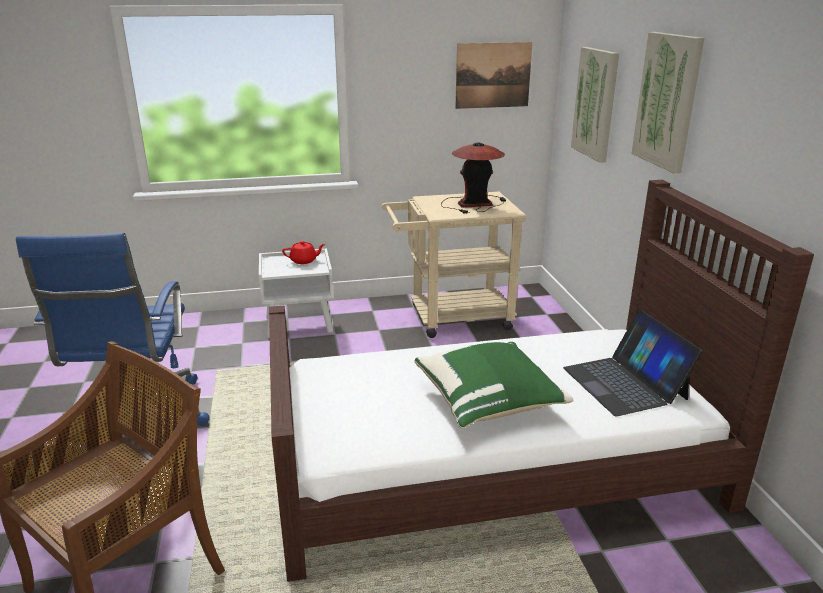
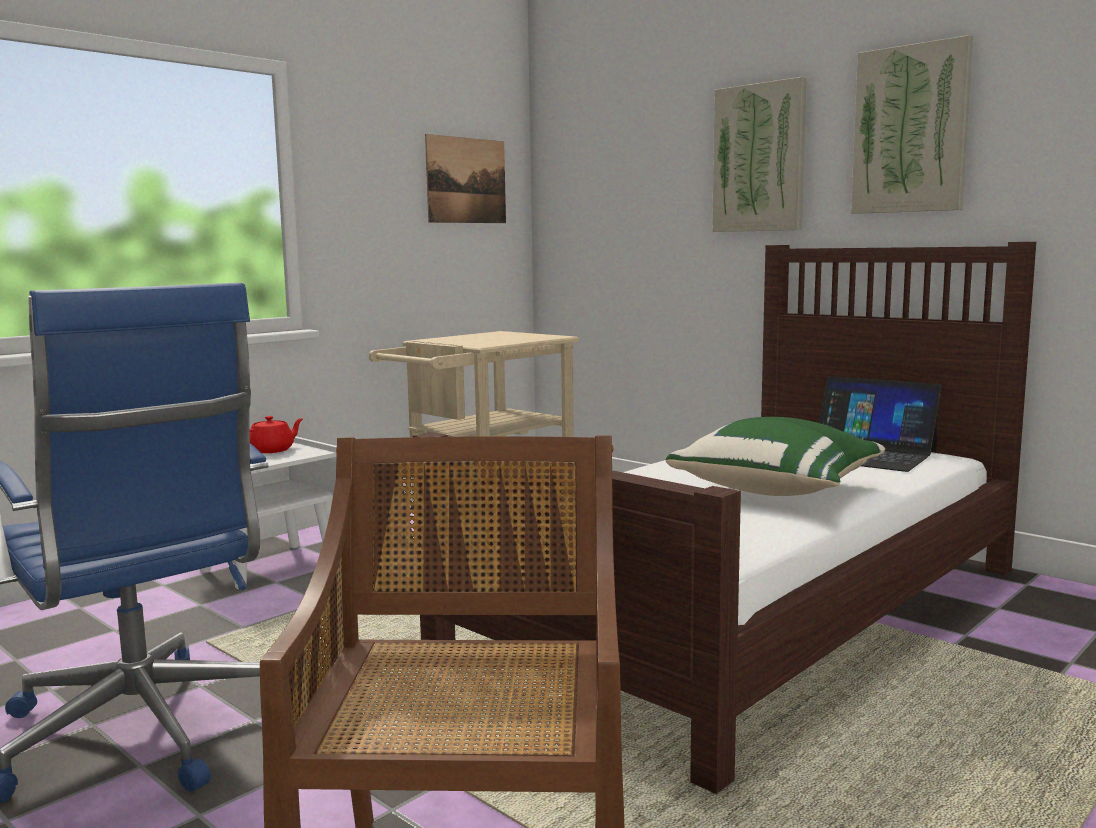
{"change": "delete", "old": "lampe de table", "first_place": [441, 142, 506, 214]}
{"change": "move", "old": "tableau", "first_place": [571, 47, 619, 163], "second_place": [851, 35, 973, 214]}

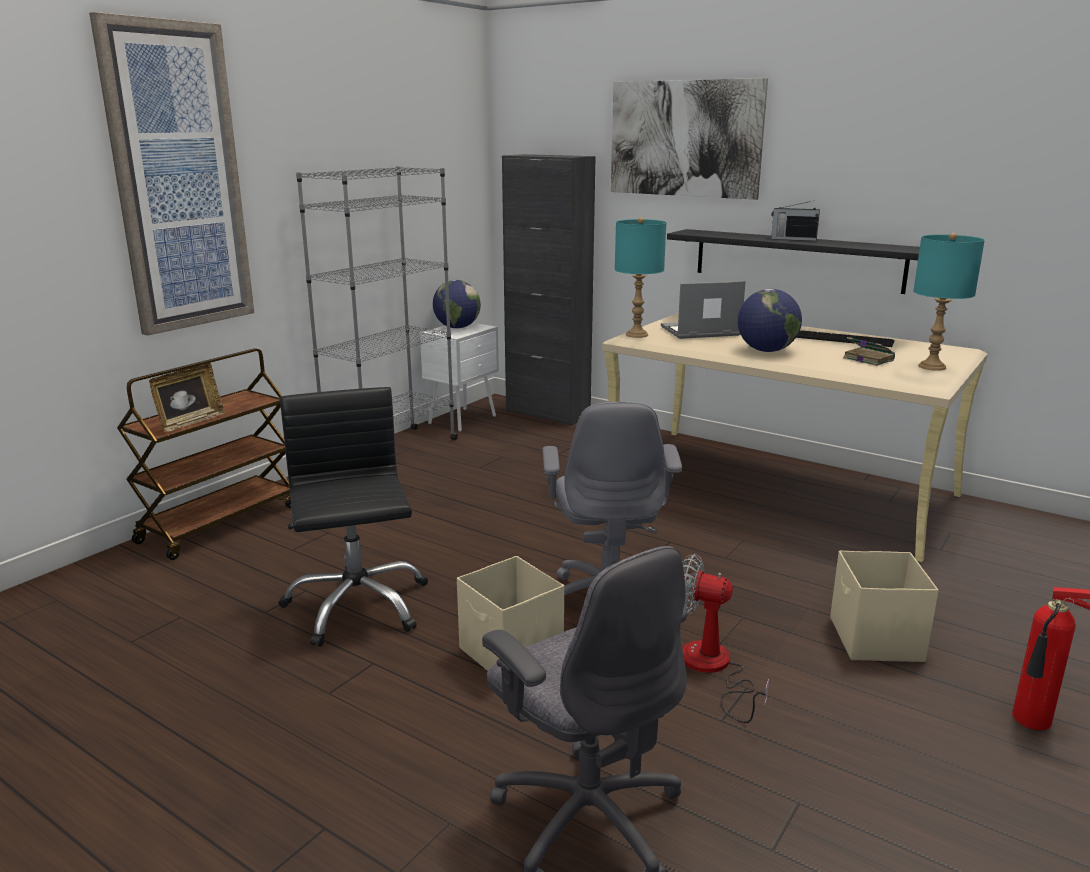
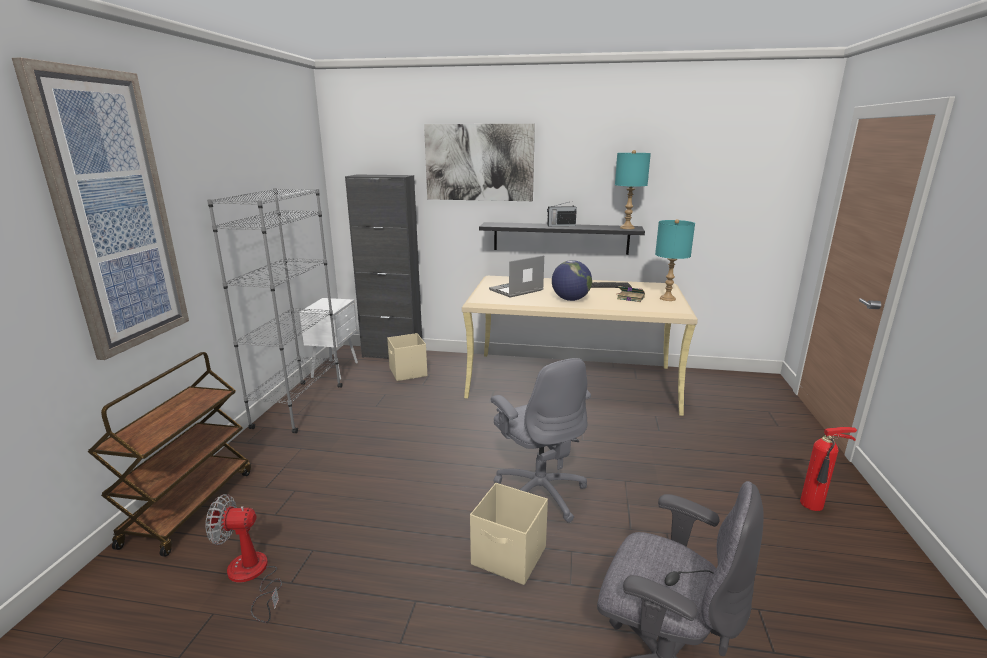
{"change": "delete", "old": "cadre photo", "first_place": [149, 363, 225, 432]}
{"change": "delete", "old": "chaise de bureau/noir", "first_place": [278, 387, 428, 647]}
{"change": "delete", "old": "globe", "first_place": [433, 280, 481, 328]}
{"change": "move", "old": "lampe de table/turquoise", "first_place": [615, 217, 667, 338], "second_place": [615, 150, 651, 229]}
{"change": "move", "old": "ventilateur", "first_place": [682, 554, 769, 723], "second_place": [205, 494, 282, 623]}
{"change": "move", "old": "boîte de rangement/beige", "first_place": [830, 550, 939, 662], "second_place": [387, 333, 427, 381]}

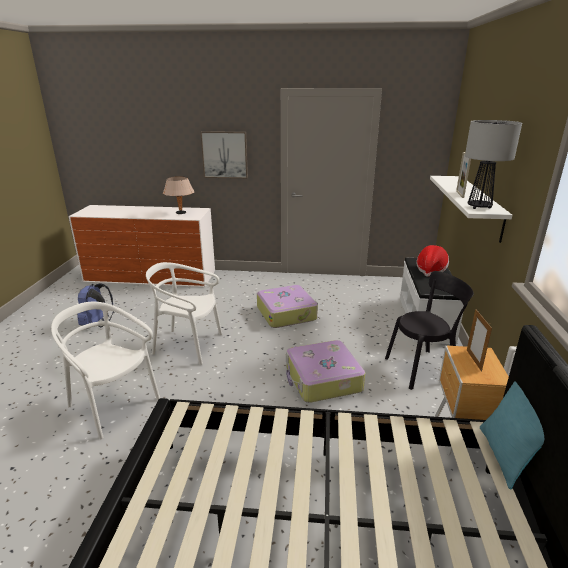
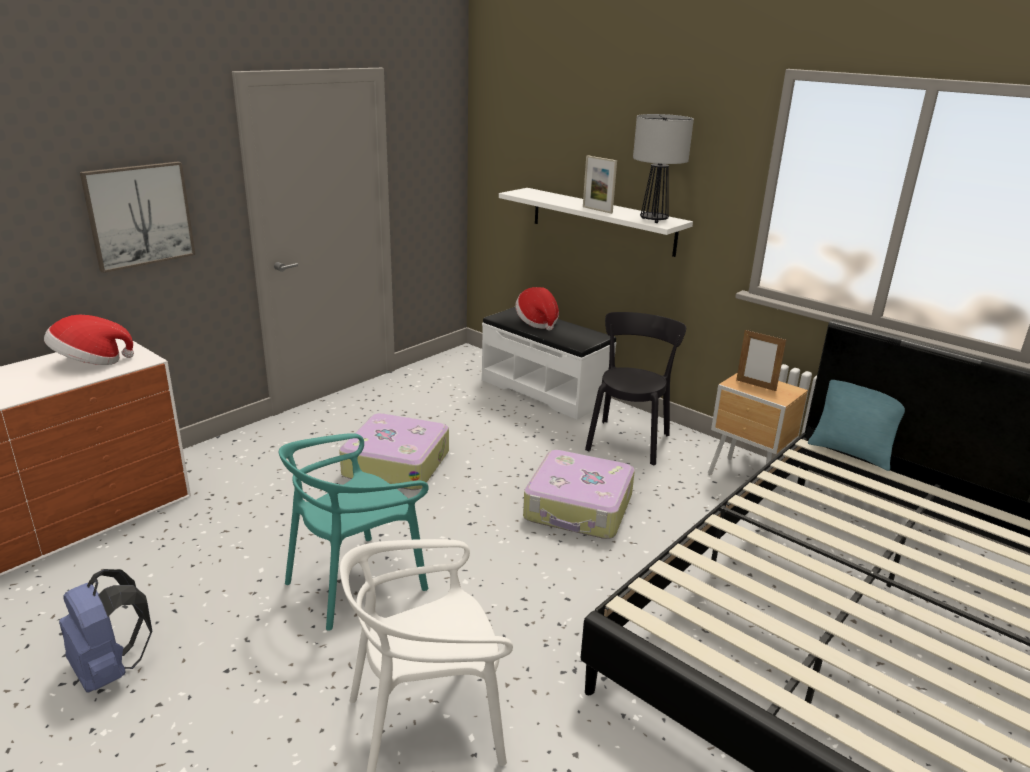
{"change": "replace", "old": "lampe de table/beige", "new": "chapeau", "first_place": [163, 176, 195, 214], "second_place": [44, 315, 134, 365]}
{"change": "recolor", "old": "chaise/blanc", "new": "chaise/turquoise", "first_place": [146, 262, 222, 365], "second_place": [279, 433, 429, 631]}

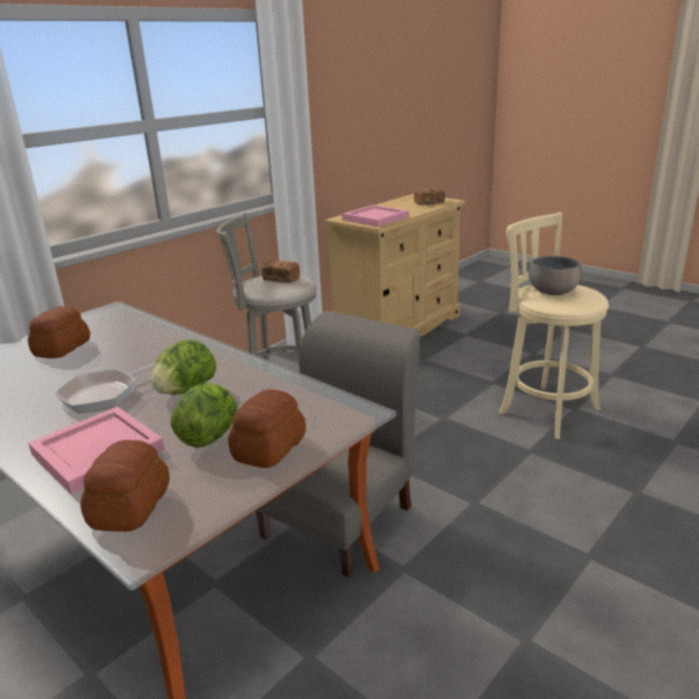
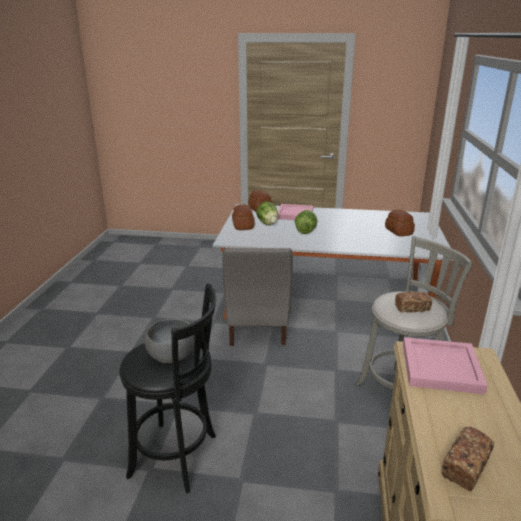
{"change": "delete", "old": "poêle", "first_place": [54, 363, 155, 413]}
{"change": "recolor", "old": "tabouret/beige", "new": "tabouret/noir", "first_place": [499, 212, 609, 439], "second_place": [119, 283, 216, 493]}

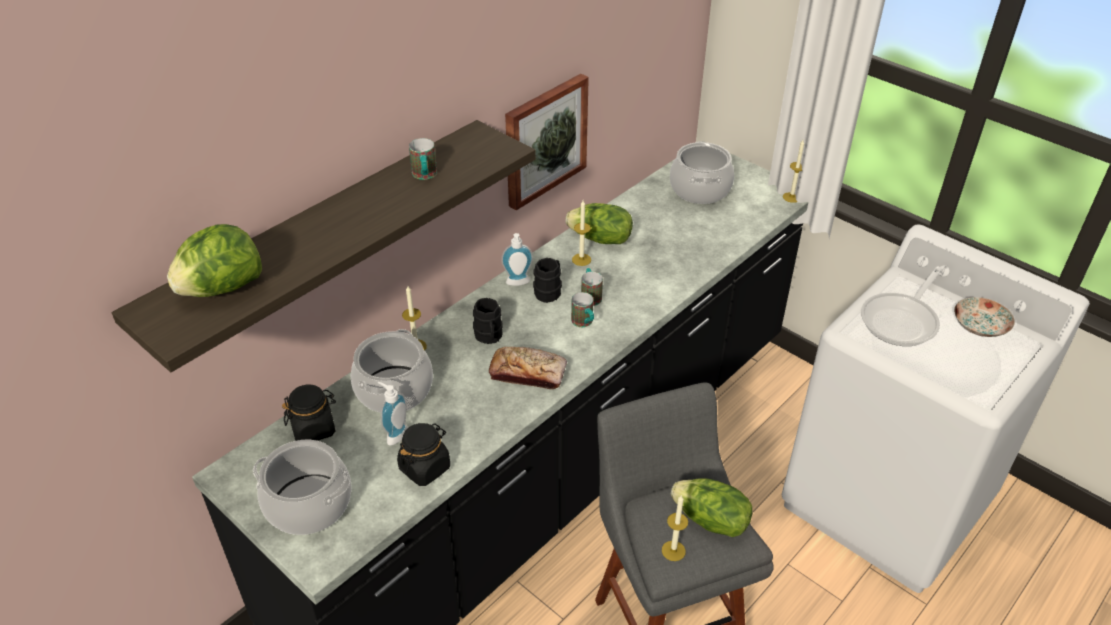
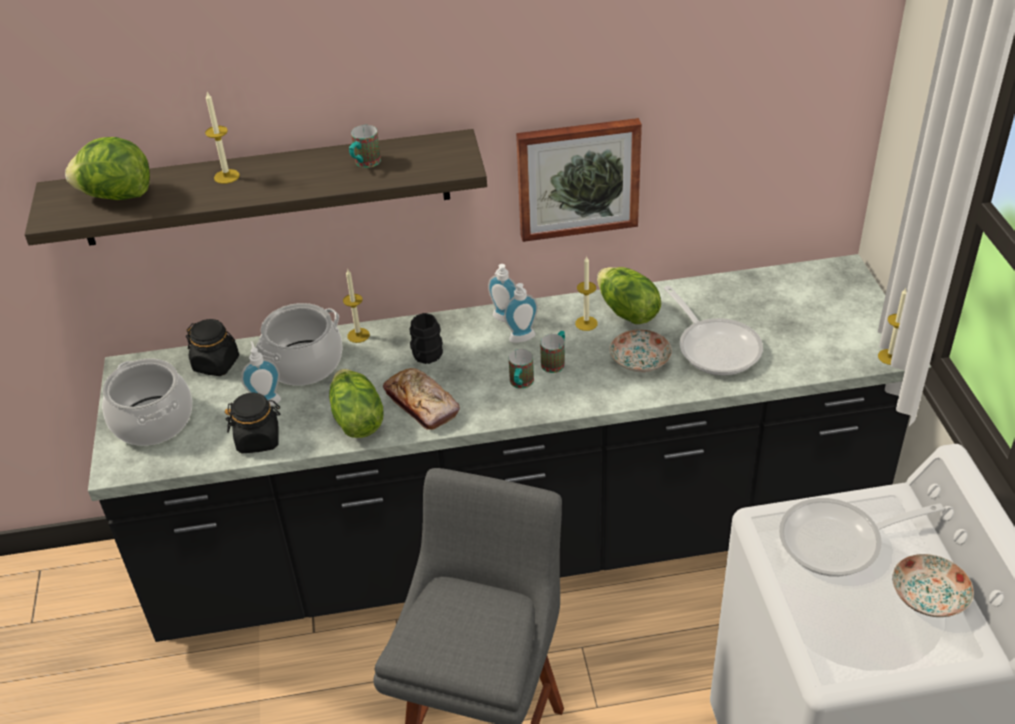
{"change": "delete", "old": "marmite", "first_place": [670, 141, 734, 204]}
{"change": "insert", "new": "assiette", "second_place": [609, 330, 672, 372]}
{"change": "insert", "new": "poêle", "second_place": [664, 286, 763, 376]}
{"change": "move", "old": "bougie", "first_place": [662, 495, 688, 561], "second_place": [205, 92, 240, 184]}
{"change": "move", "old": "laitue", "first_place": [671, 478, 752, 537], "second_place": [329, 369, 383, 438]}
{"change": "replace", "old": "mug/noir", "new": "distributeur de savon", "first_place": [533, 258, 562, 303], "second_place": [504, 283, 538, 343]}

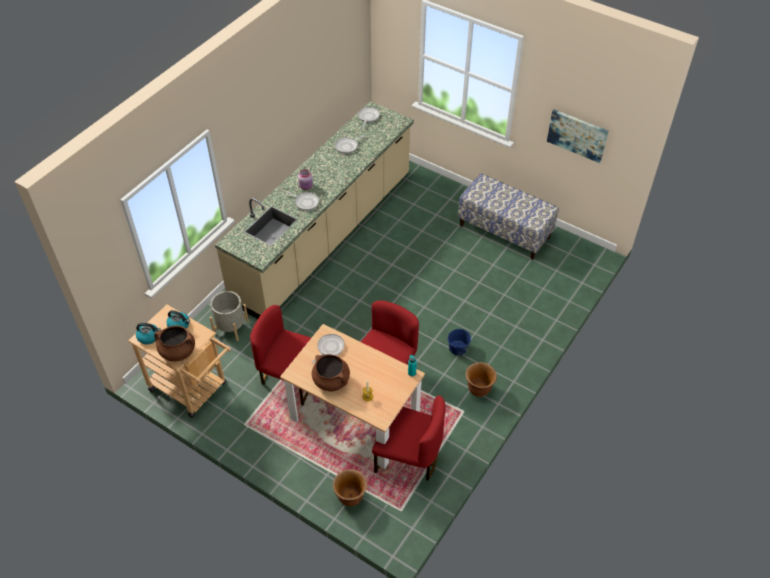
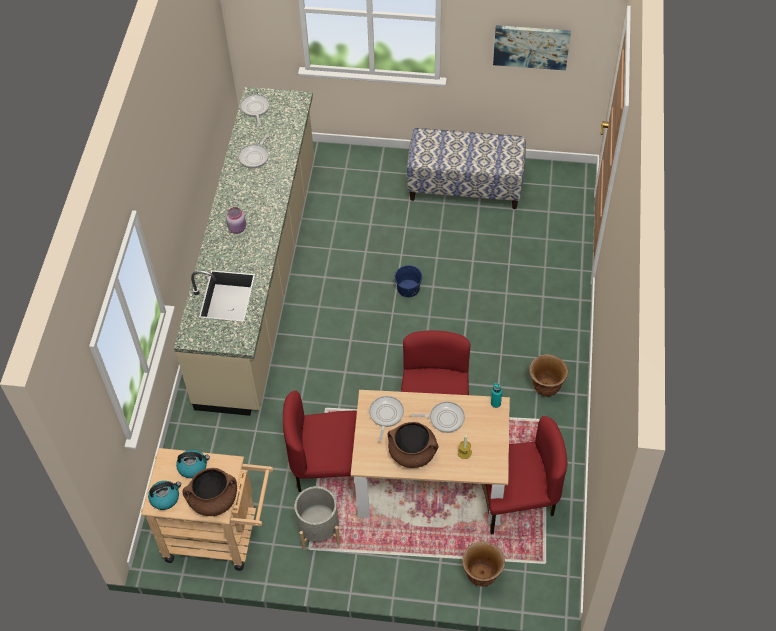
{"change": "move", "old": "cache-pot/gris", "first_place": [210, 291, 249, 341], "second_place": [294, 486, 340, 550]}
{"change": "move", "old": "poêle", "first_place": [285, 191, 319, 211], "second_place": [411, 402, 465, 433]}
{"change": "move", "old": "seau/bleu", "first_place": [448, 329, 471, 355], "second_place": [395, 265, 422, 297]}

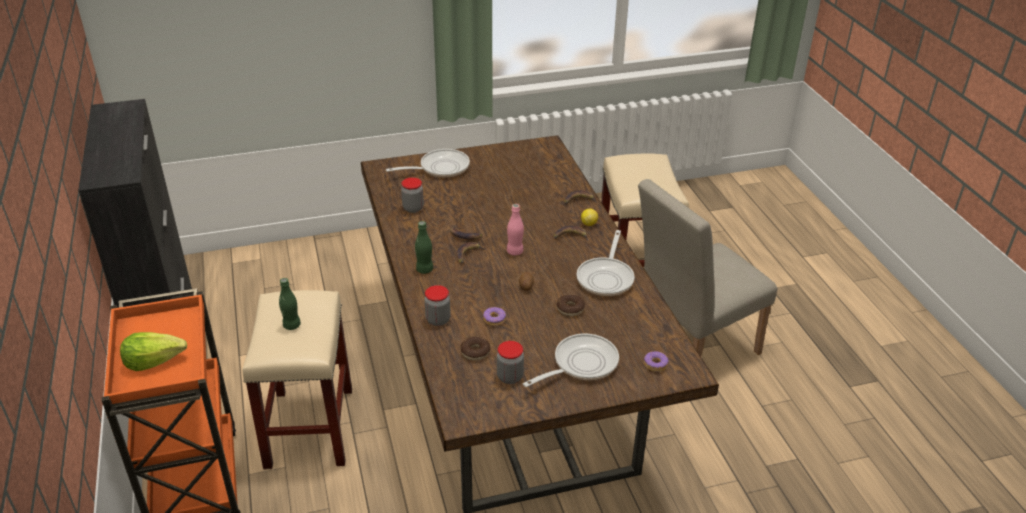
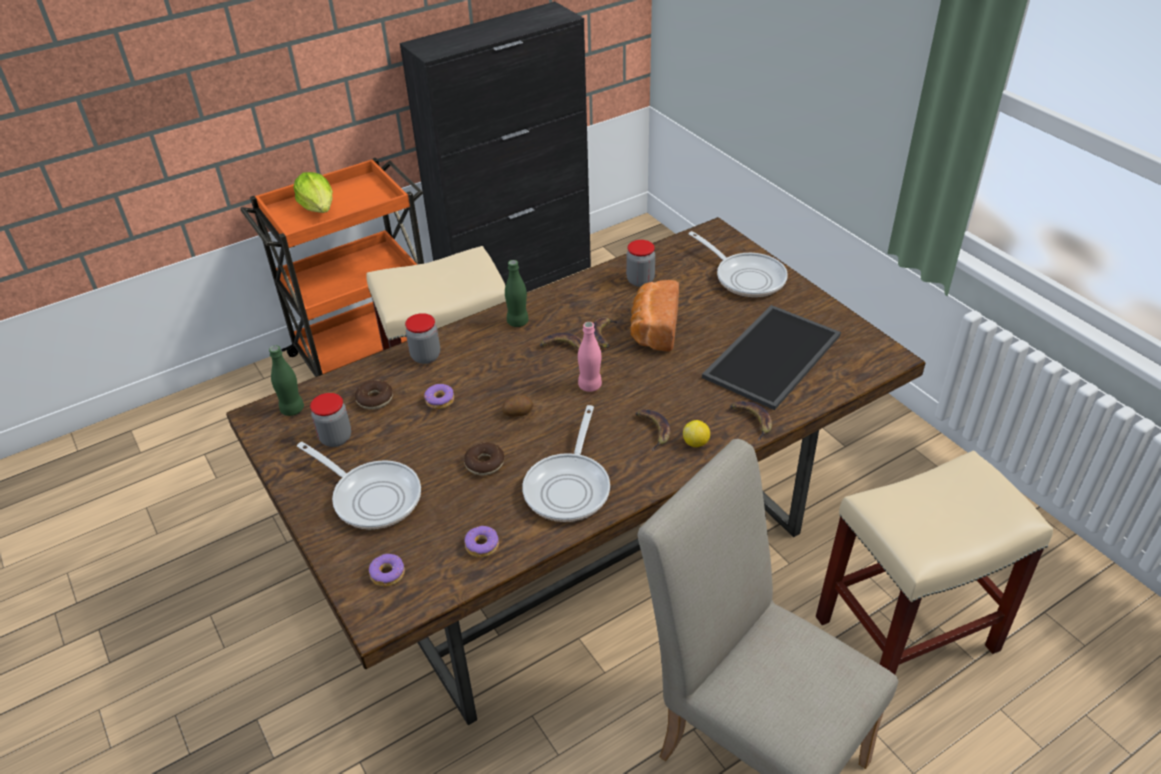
{"change": "insert", "new": "beignet", "second_place": [464, 526, 499, 558]}
{"change": "insert", "new": "pain", "second_place": [630, 280, 679, 352]}
{"change": "insert", "new": "plateau", "second_place": [702, 305, 841, 410]}
{"change": "move", "old": "bouteille/vert", "first_place": [279, 278, 301, 330], "second_place": [269, 345, 304, 416]}
{"change": "rotate", "old": "poêle", "first_place": [576, 230, 635, 296], "second_place": [522, 405, 610, 522], "degrees": -75}

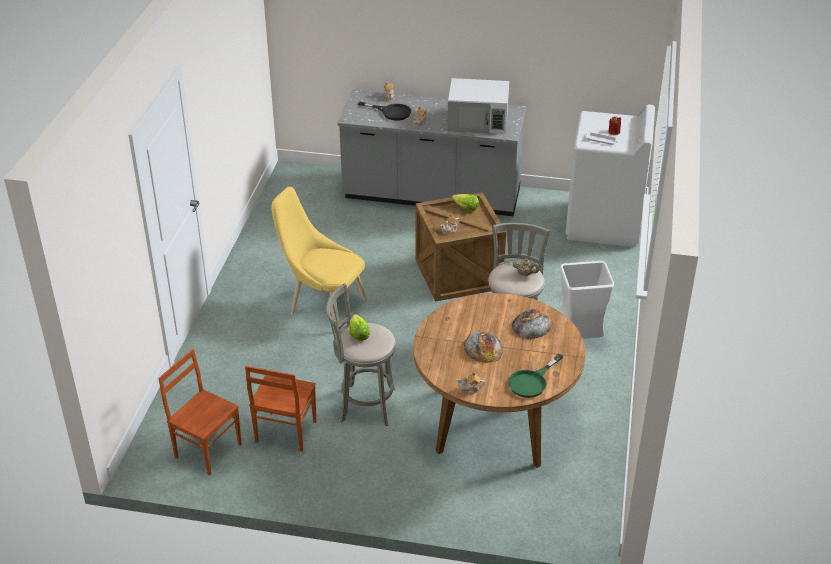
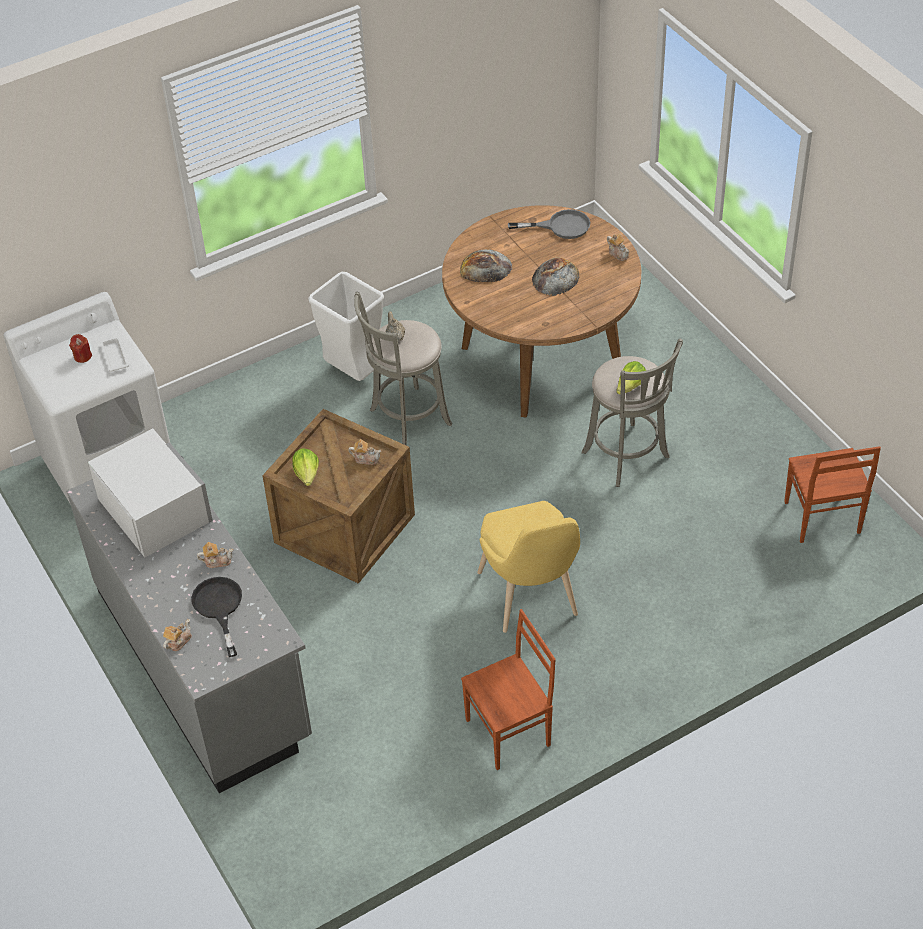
{"change": "move", "old": "chaise/marron", "first_place": [245, 366, 316, 452], "second_place": [461, 609, 556, 770]}
{"change": "recolor", "old": "poêle/vert", "new": "poêle/gris", "first_place": [508, 354, 563, 398], "second_place": [508, 209, 590, 239]}

